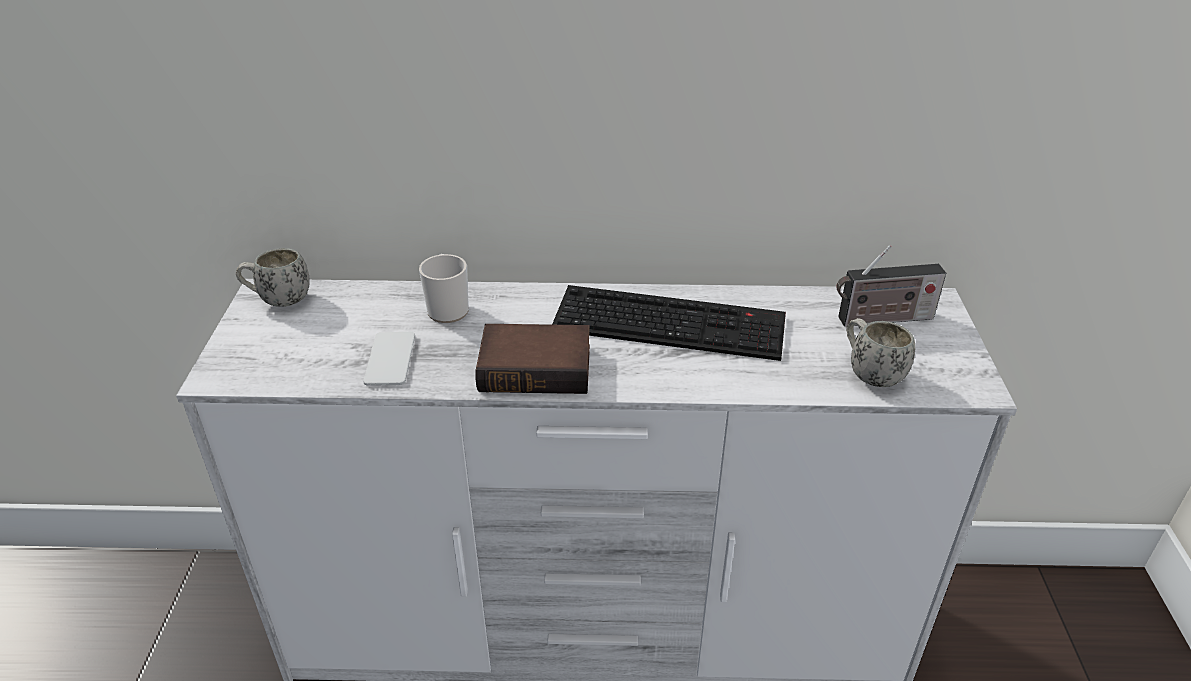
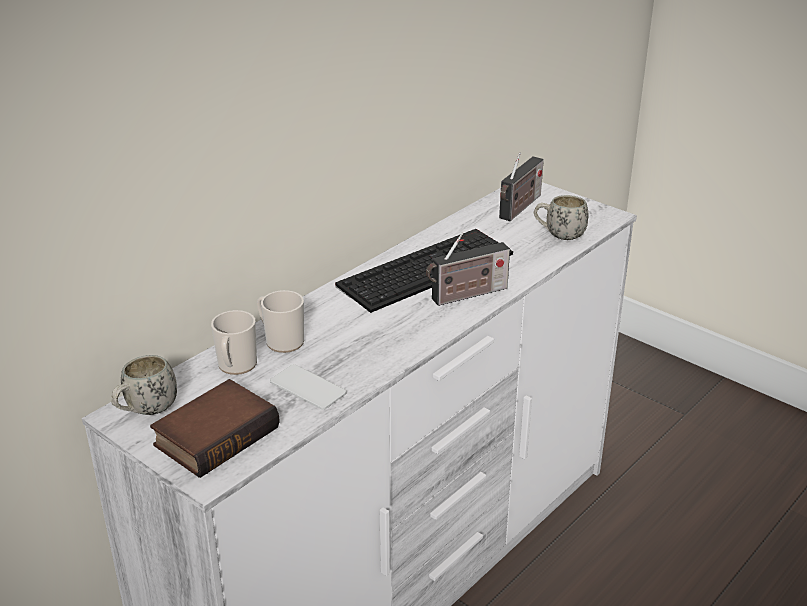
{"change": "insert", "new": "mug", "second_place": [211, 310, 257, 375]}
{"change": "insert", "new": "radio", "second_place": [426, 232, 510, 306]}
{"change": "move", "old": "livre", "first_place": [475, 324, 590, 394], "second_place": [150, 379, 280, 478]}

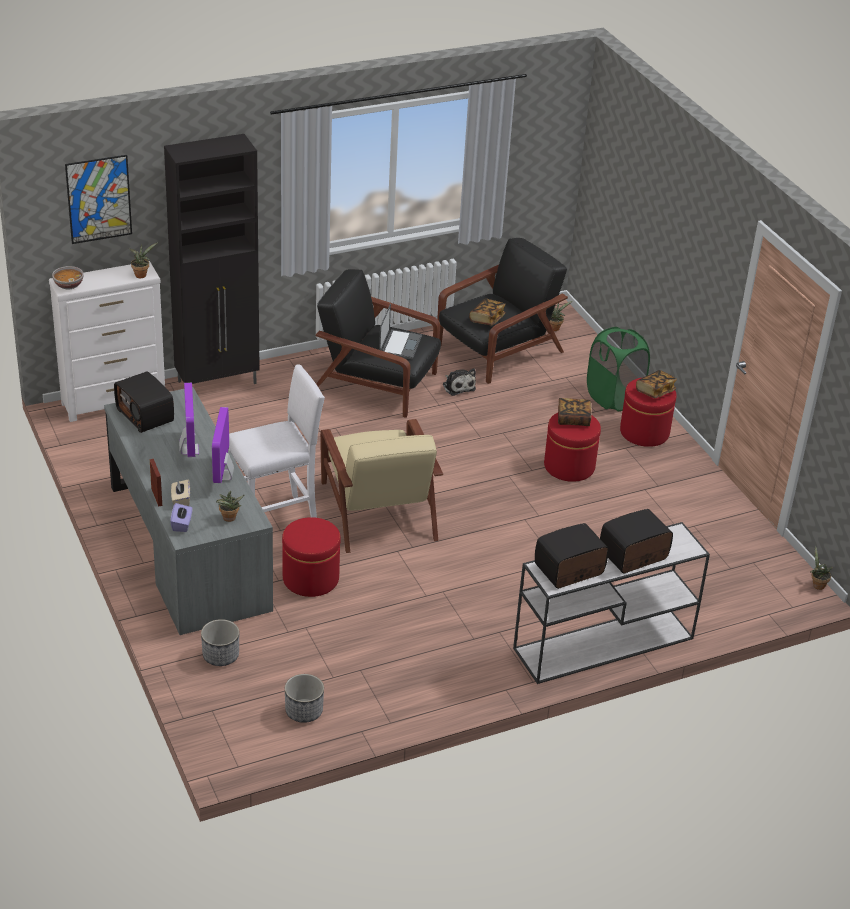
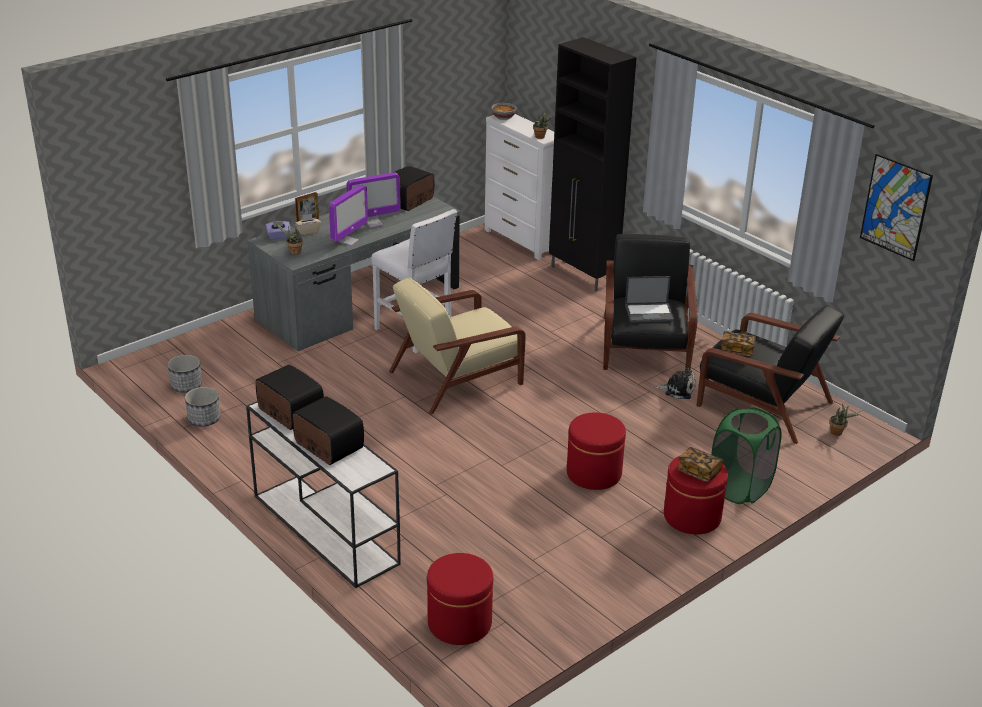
{"change": "delete", "old": "livre", "first_place": [558, 398, 592, 426]}
{"change": "delete", "old": "plante en pot", "first_place": [810, 546, 833, 590]}
{"change": "move", "old": "tableau", "first_place": [65, 155, 132, 244], "second_place": [860, 154, 933, 261]}
{"change": "move", "old": "cache-pot", "first_place": [201, 619, 239, 666], "second_place": [185, 387, 220, 427]}
{"change": "move", "old": "pouf/rouge", "first_place": [282, 517, 341, 597], "second_place": [427, 553, 493, 645]}
{"change": "rotate", "old": "écran d'ordinateur", "first_place": [212, 407, 234, 483], "second_place": [329, 184, 368, 246], "degrees": 135}
{"change": "rotate", "old": "peluche", "first_place": [442, 368, 476, 396], "second_place": [655, 365, 695, 399], "degrees": -120}

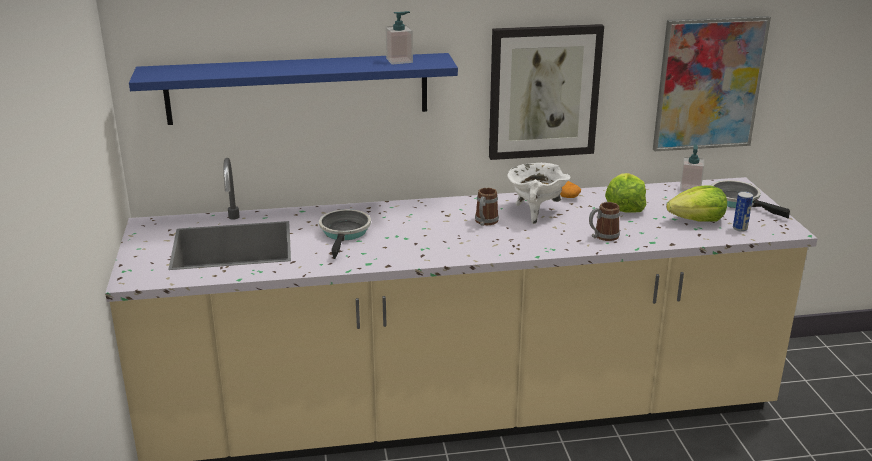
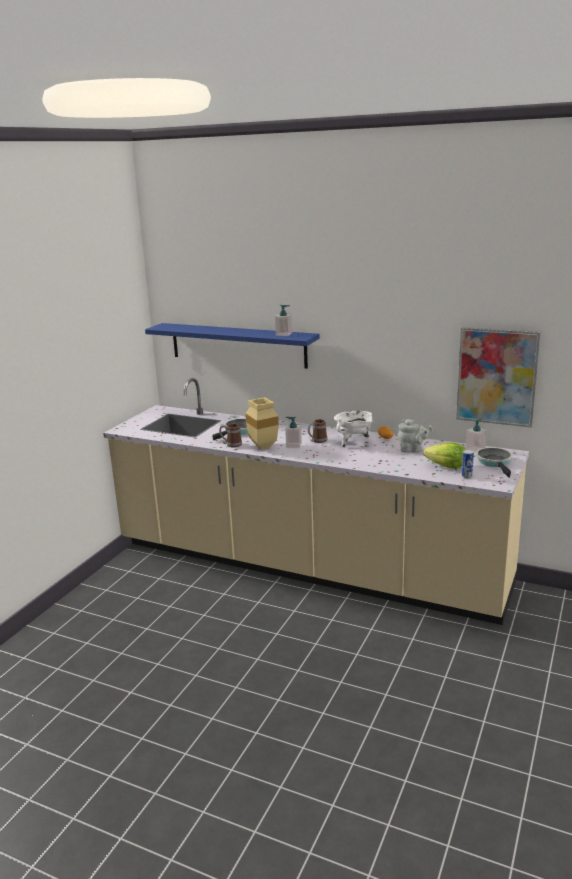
{"change": "delete", "old": "tableau", "first_place": [489, 24, 604, 160]}
{"change": "insert", "new": "vase/beige", "second_place": [245, 397, 279, 449]}
{"change": "insert", "new": "distributeur de savon", "second_place": [285, 417, 302, 448]}
{"change": "move", "old": "mug", "first_place": [589, 202, 620, 241], "second_place": [219, 424, 242, 448]}
{"change": "replace", "old": "laitue", "new": "théière/gris", "first_place": [605, 173, 646, 213], "second_place": [397, 419, 433, 453]}

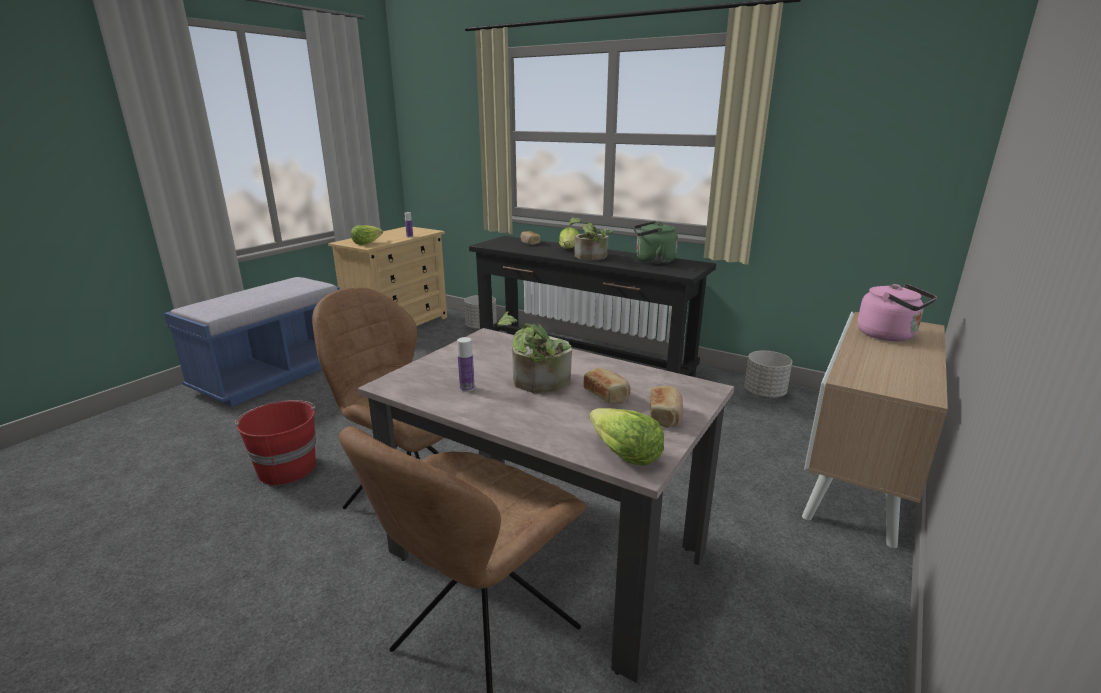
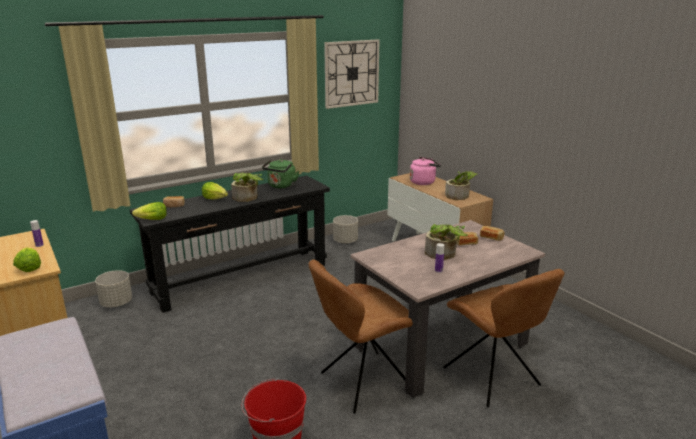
{"change": "insert", "new": "horloge murale", "second_place": [324, 39, 380, 109]}
{"change": "insert", "new": "plante en pot", "second_place": [445, 171, 477, 200]}
{"change": "move", "old": "laitue", "first_place": [589, 408, 664, 466], "second_place": [132, 202, 167, 220]}

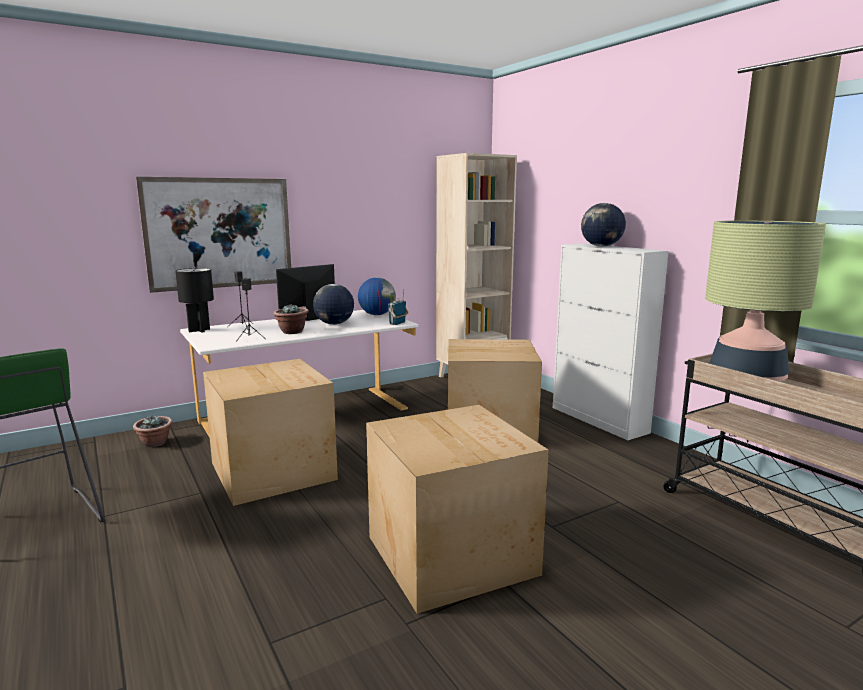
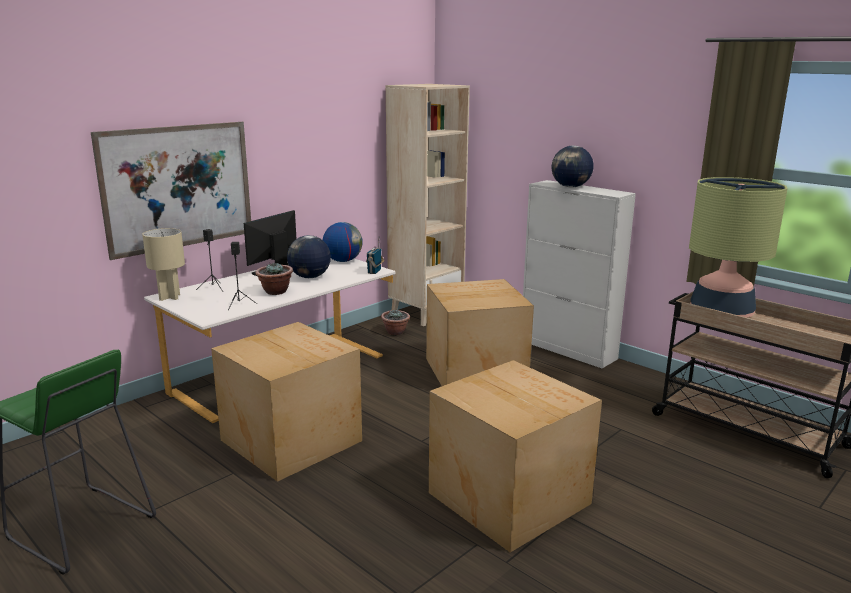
{"change": "move", "old": "plante en pot", "first_place": [133, 415, 172, 447], "second_place": [381, 309, 410, 335]}
{"change": "recolor", "old": "lampe de table/noir", "new": "lampe de table/beige", "first_place": [175, 268, 214, 333], "second_place": [142, 228, 185, 301]}

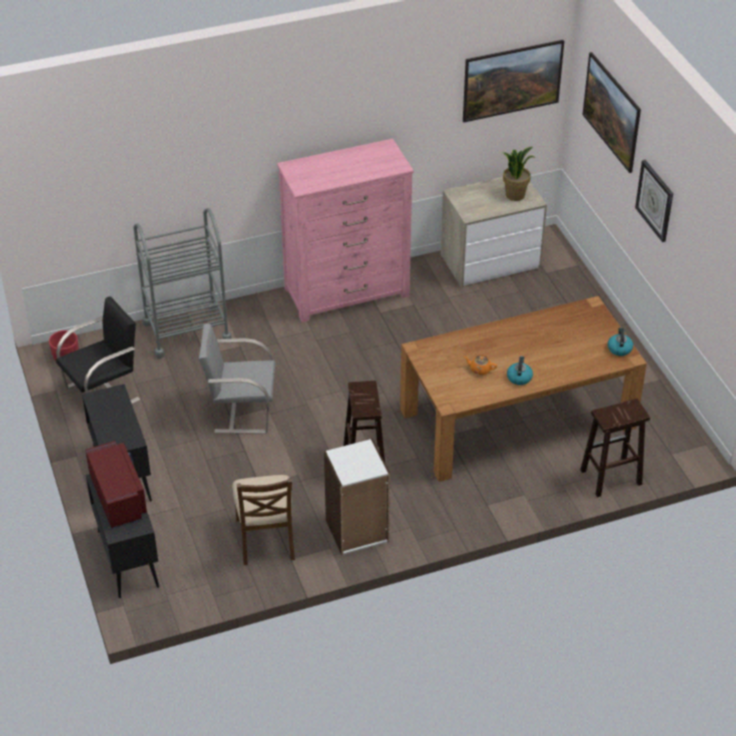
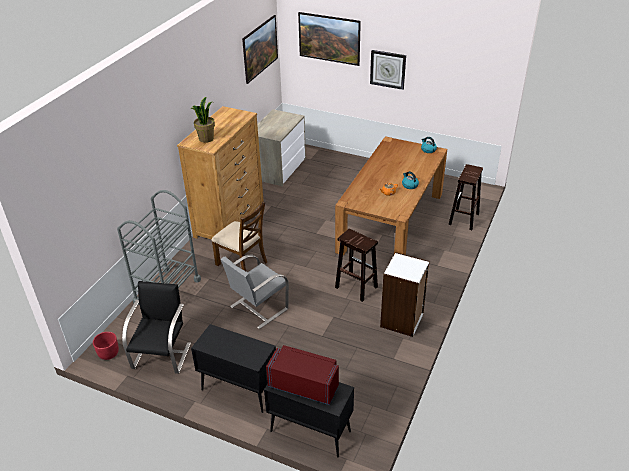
{"change": "move", "old": "chaise/marron", "first_place": [232, 475, 295, 565], "second_place": [212, 201, 267, 271]}
{"change": "move", "old": "plante en pot", "first_place": [502, 147, 536, 201], "second_place": [190, 97, 215, 143]}
{"change": "recolor", "old": "commode/rose", "new": "commode/marron", "first_place": [277, 139, 414, 322], "second_place": [177, 106, 263, 239]}

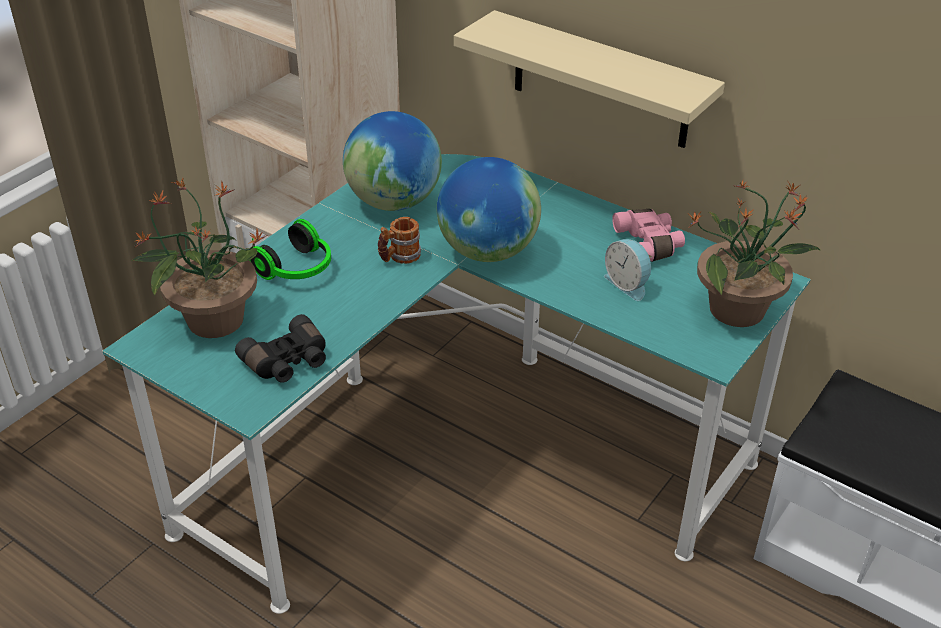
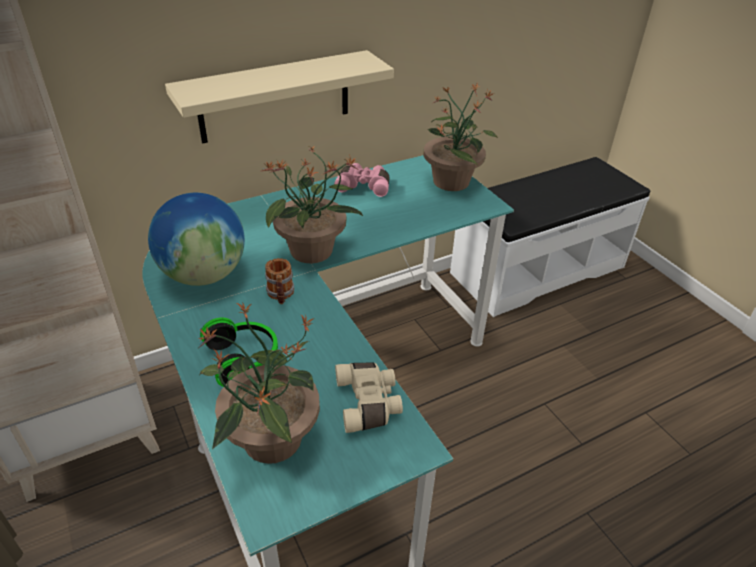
{"change": "delete", "old": "réveil", "first_place": [604, 239, 652, 301]}
{"change": "replace", "old": "globe", "new": "plante en pot", "first_place": [437, 157, 541, 262], "second_place": [262, 147, 363, 263]}
{"change": "recolor", "old": "jumelles/noir", "new": "jumelles/beige", "first_place": [235, 314, 326, 383], "second_place": [335, 362, 403, 433]}

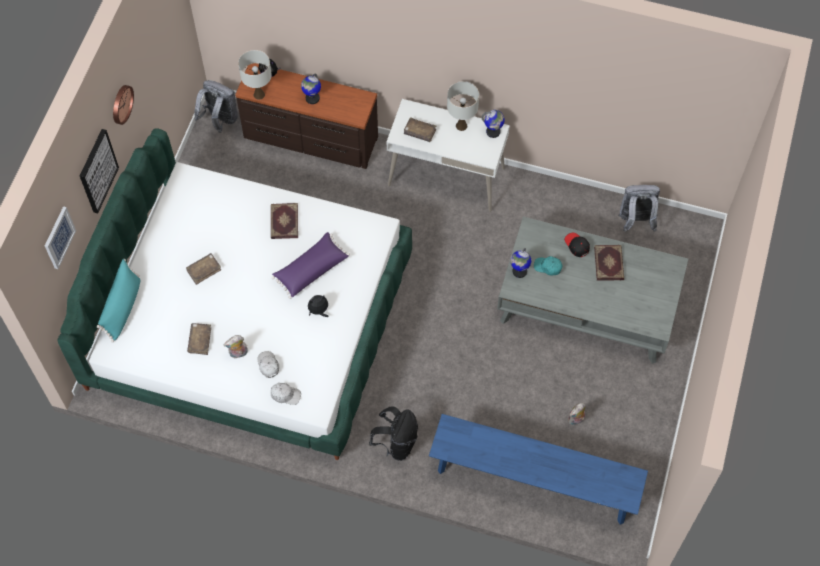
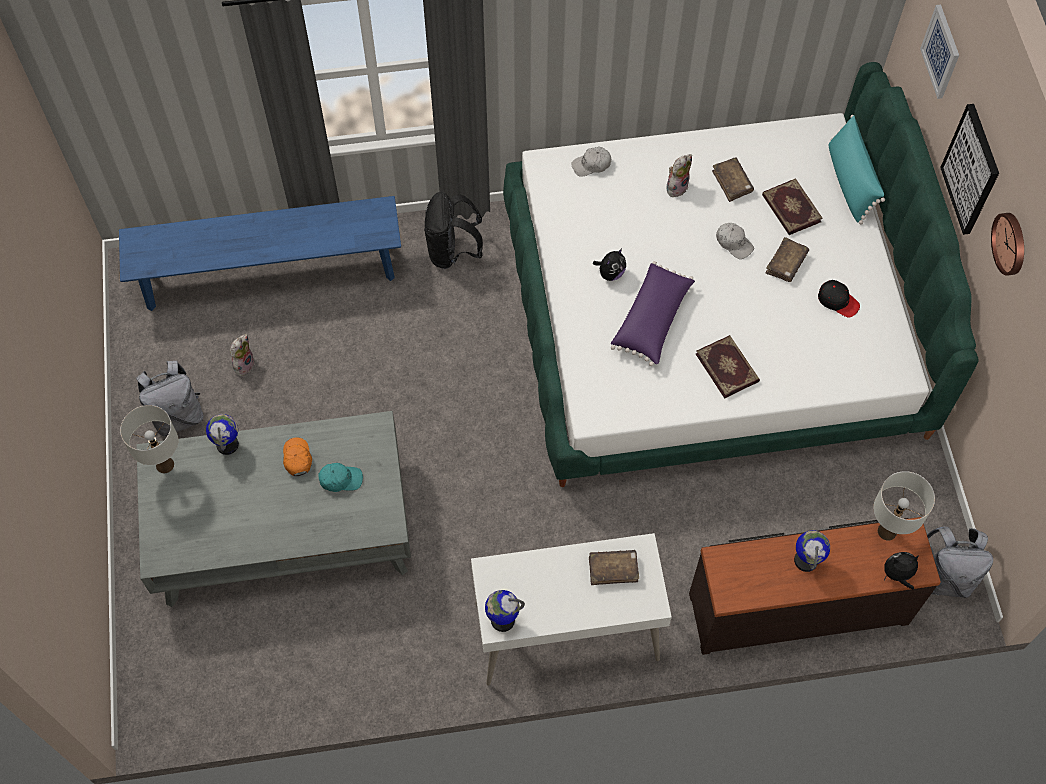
{"change": "insert", "new": "casquette/orange", "second_place": [283, 437, 312, 476]}
{"change": "move", "old": "casquette/blanc", "first_place": [257, 351, 279, 378], "second_place": [716, 223, 754, 259]}
{"change": "move", "old": "lampe de table/blanc", "first_place": [447, 81, 479, 131], "second_place": [120, 405, 178, 473]}
{"change": "move", "old": "globe", "first_place": [510, 248, 531, 278], "second_place": [206, 414, 239, 455]}
{"change": "move", "old": "casquette/noir", "first_place": [564, 233, 590, 257], "second_place": [818, 280, 860, 318]}
{"change": "move", "old": "livre", "first_place": [594, 245, 624, 281], "second_place": [762, 178, 823, 235]}
{"change": "move", "old": "sac à dos/gris", "first_place": [618, 185, 660, 232], "second_place": [136, 361, 204, 436]}

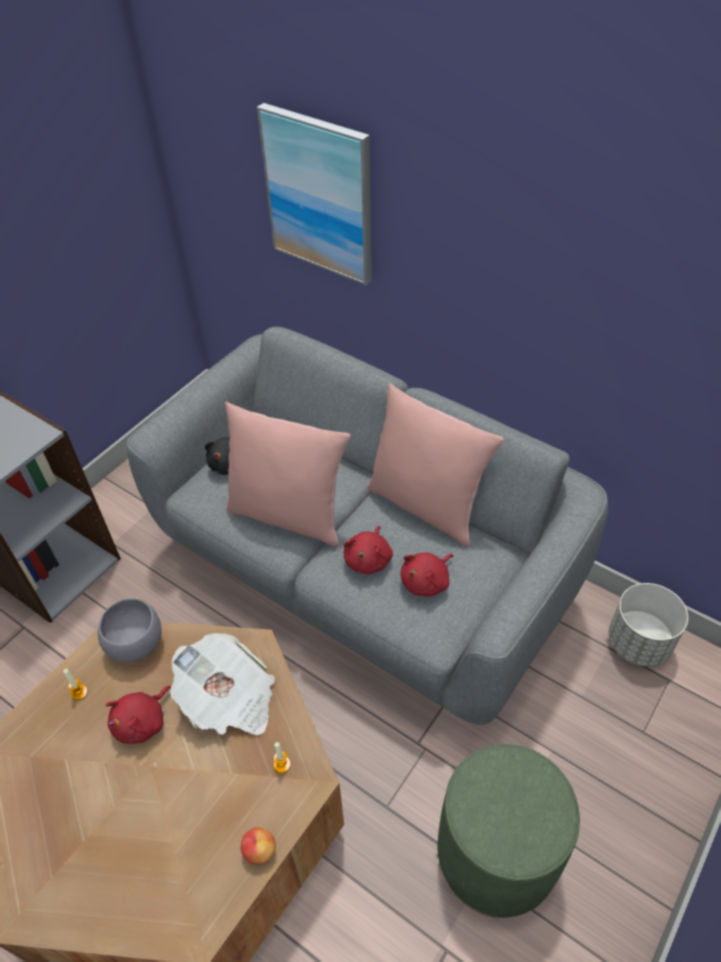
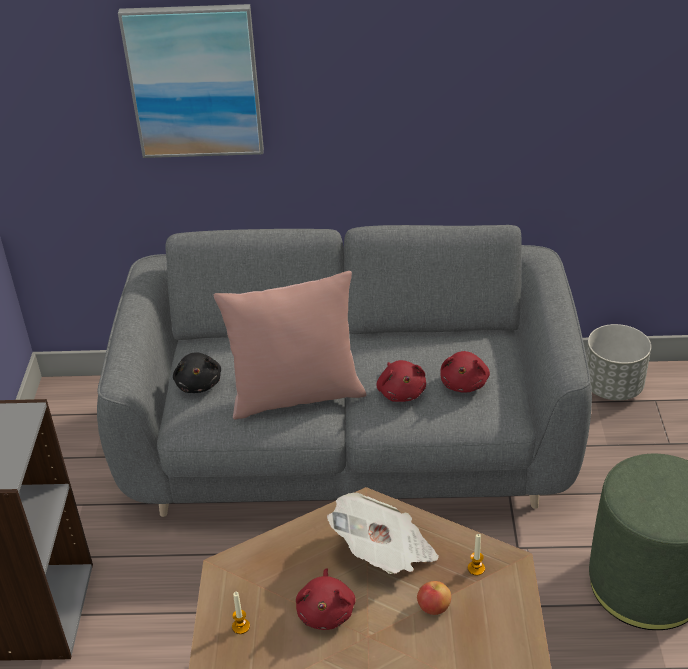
{"change": "delete", "old": "bol/gris", "first_place": [98, 599, 162, 662]}
{"change": "delete", "old": "coussin/rose", "first_place": [367, 383, 504, 547]}
{"change": "move", "old": "pomme", "first_place": [241, 827, 276, 865], "second_place": [417, 581, 451, 615]}

